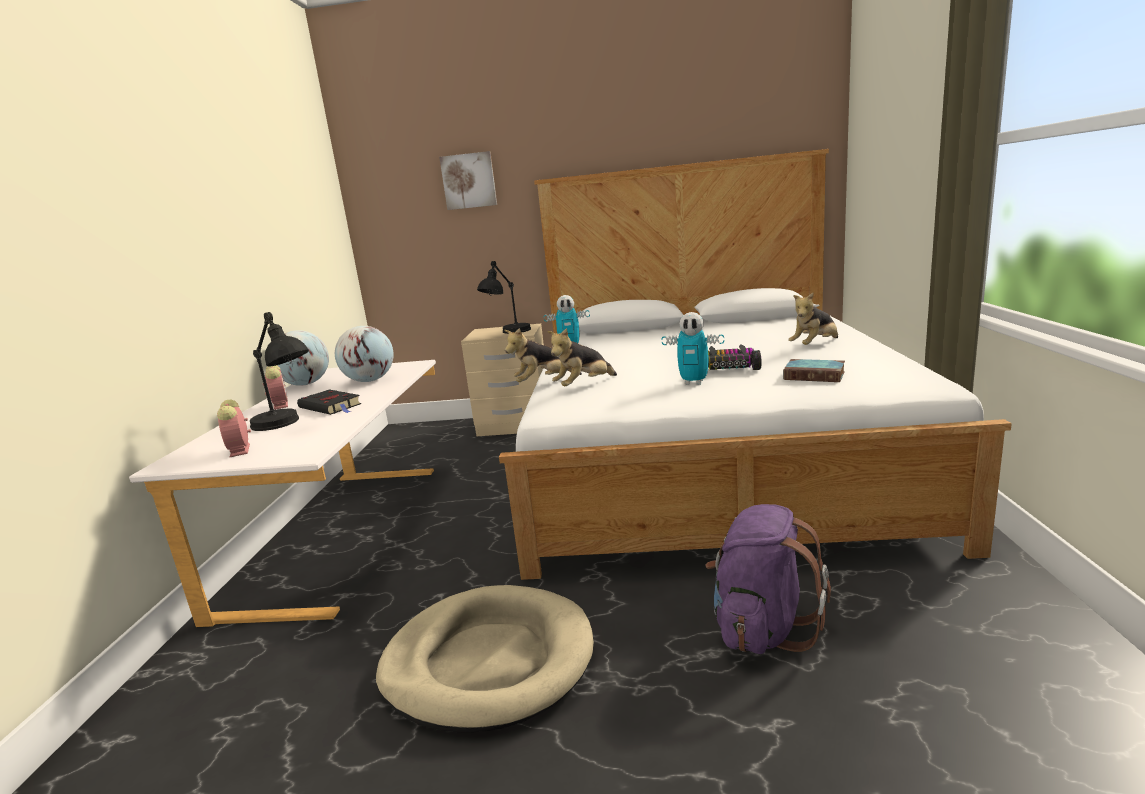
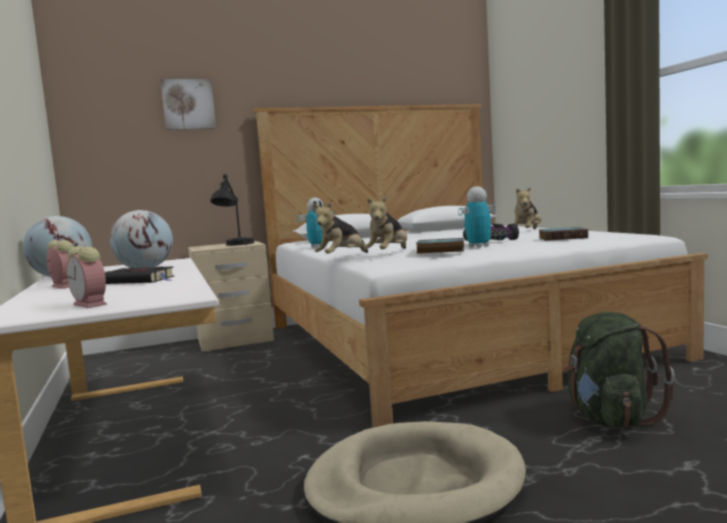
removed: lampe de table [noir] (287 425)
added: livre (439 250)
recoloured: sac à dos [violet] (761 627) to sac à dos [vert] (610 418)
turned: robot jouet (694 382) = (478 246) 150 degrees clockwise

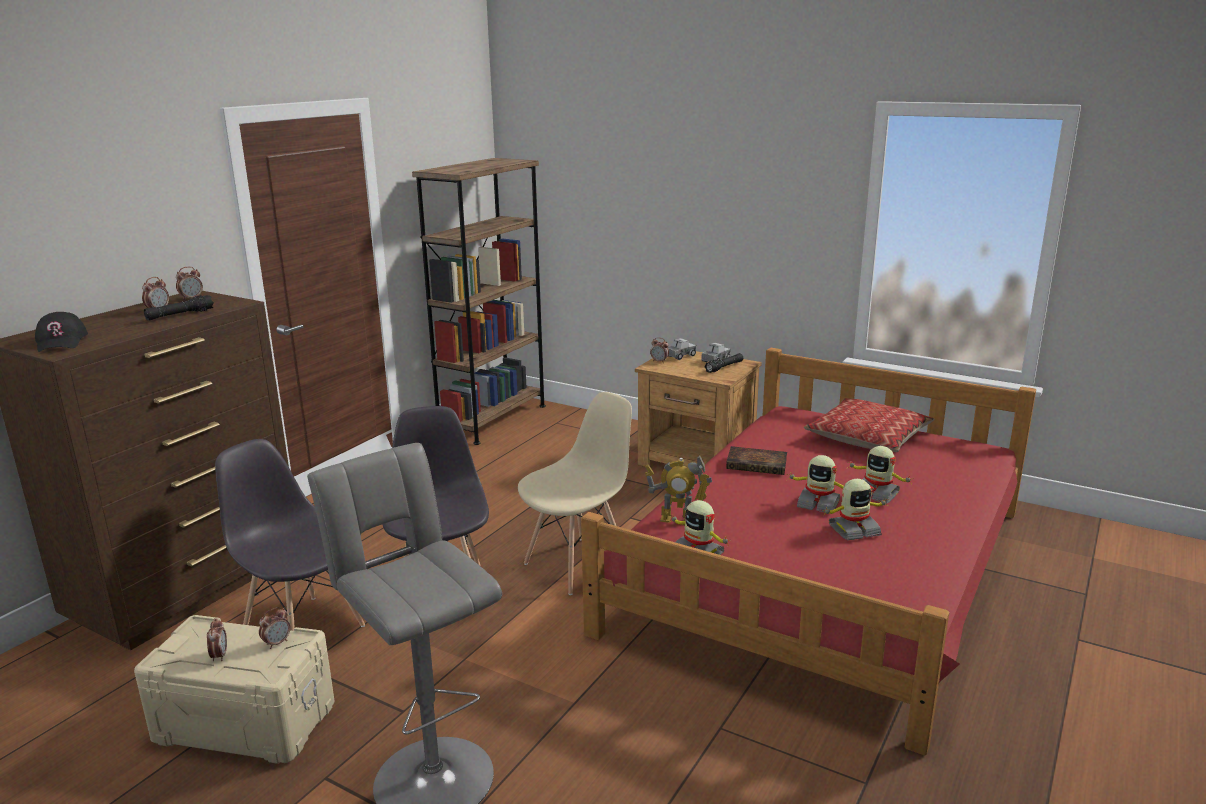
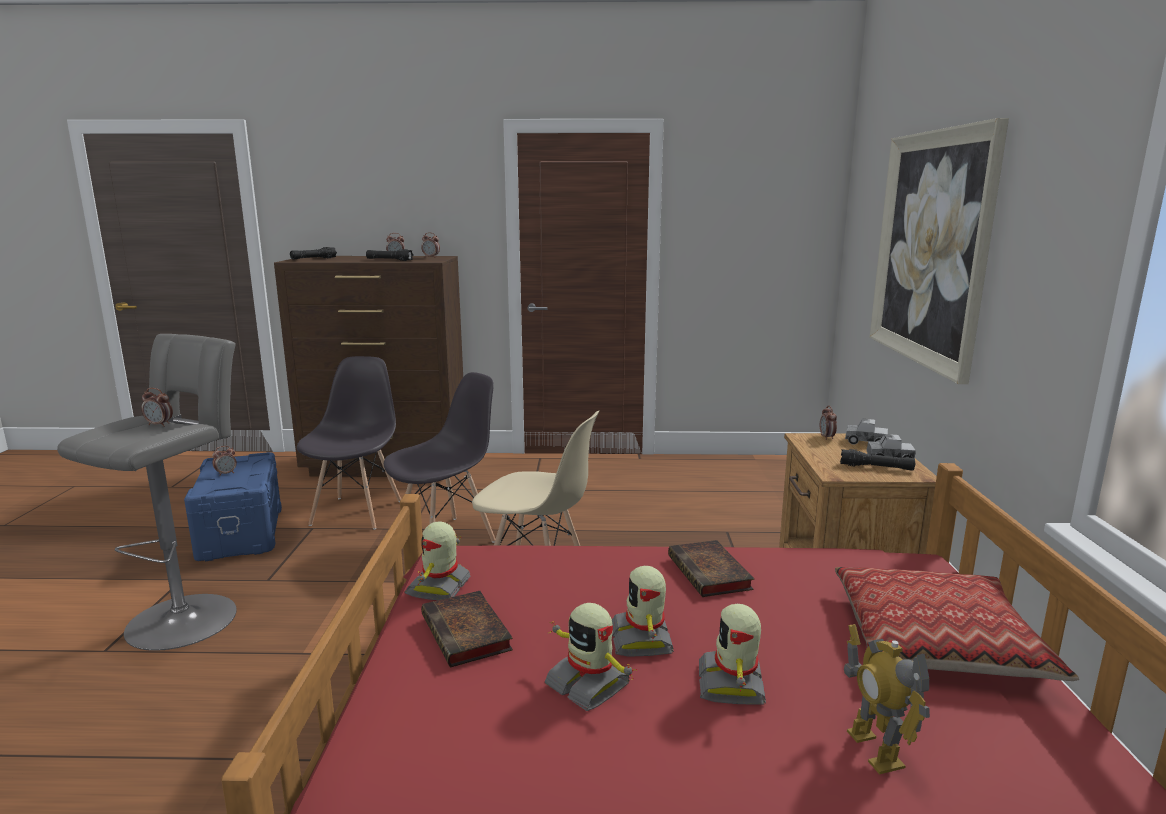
removed: bibliothèque [marron] (493 419)
added: livre (468 634); tableau (931 248)
moved: réveil (277 643) to (159 425); robot jouet (677 520) to (874 749)
replaced: casquette [noir] (61 341) to lampe de poche [noir] (313 259)
recoloured: boîte de rangement [beige] (246 721) to boîte de rangement [bleu] (242 533)

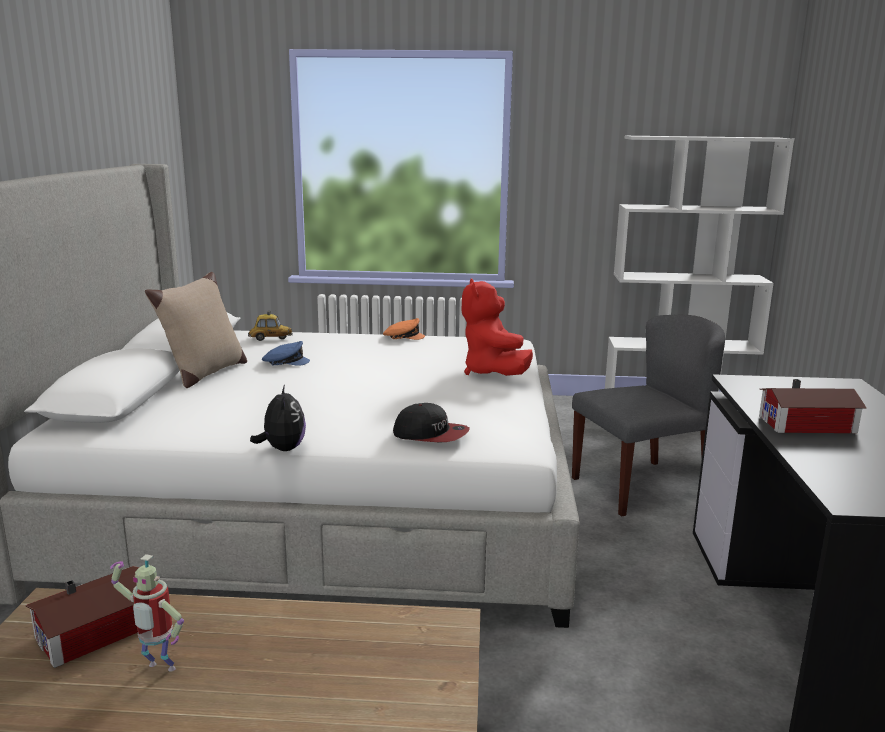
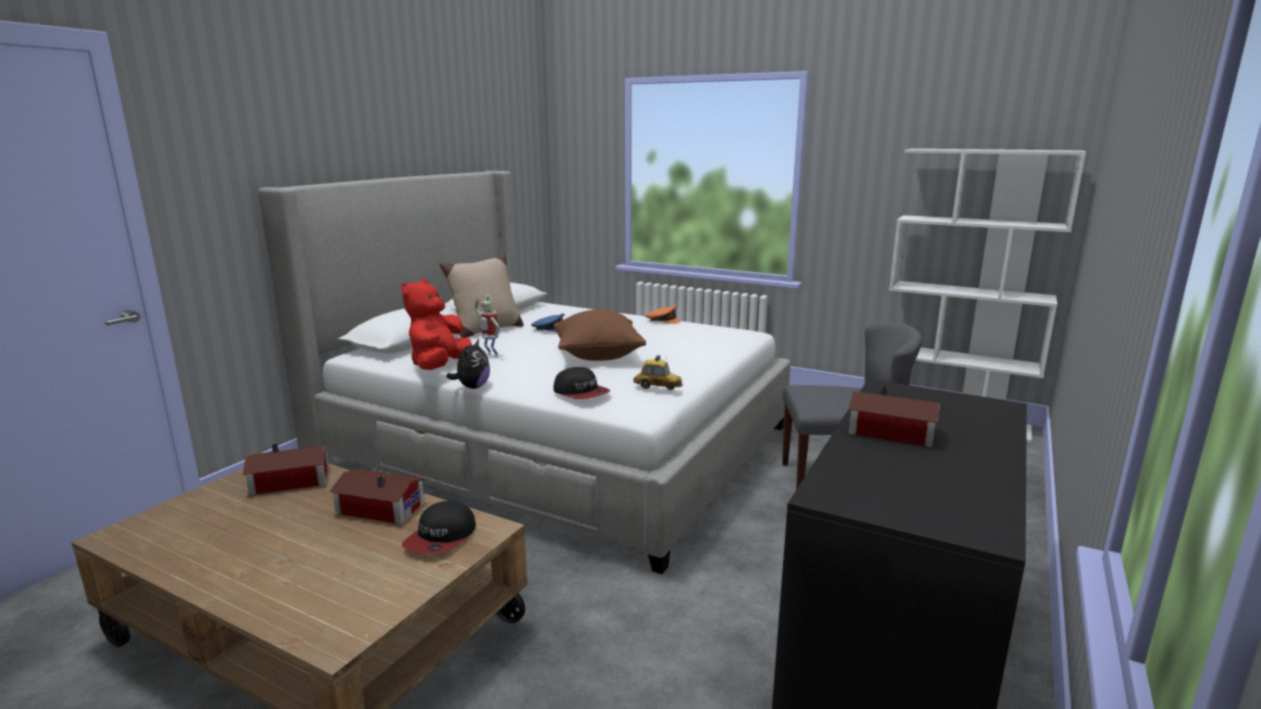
added: maison miniature (380 507); casquette (441 538); coussin [marron] (598 356)
moved: robot jouet (158 669) to (491 355); petite voiture (270 339) to (657 387); peluche [rouge] (493 373) to (440 366)

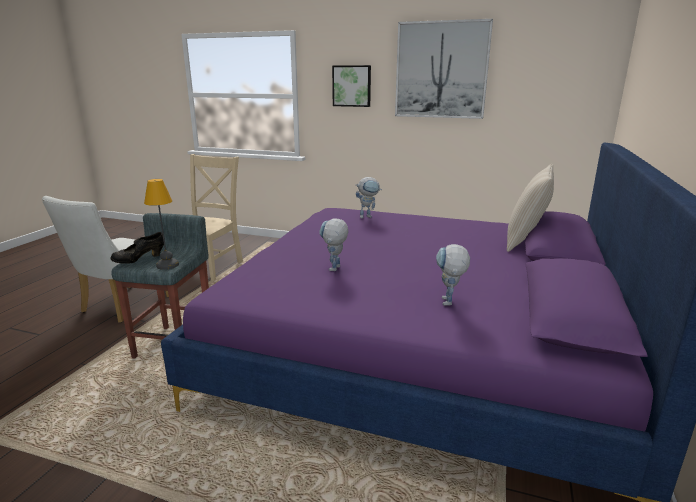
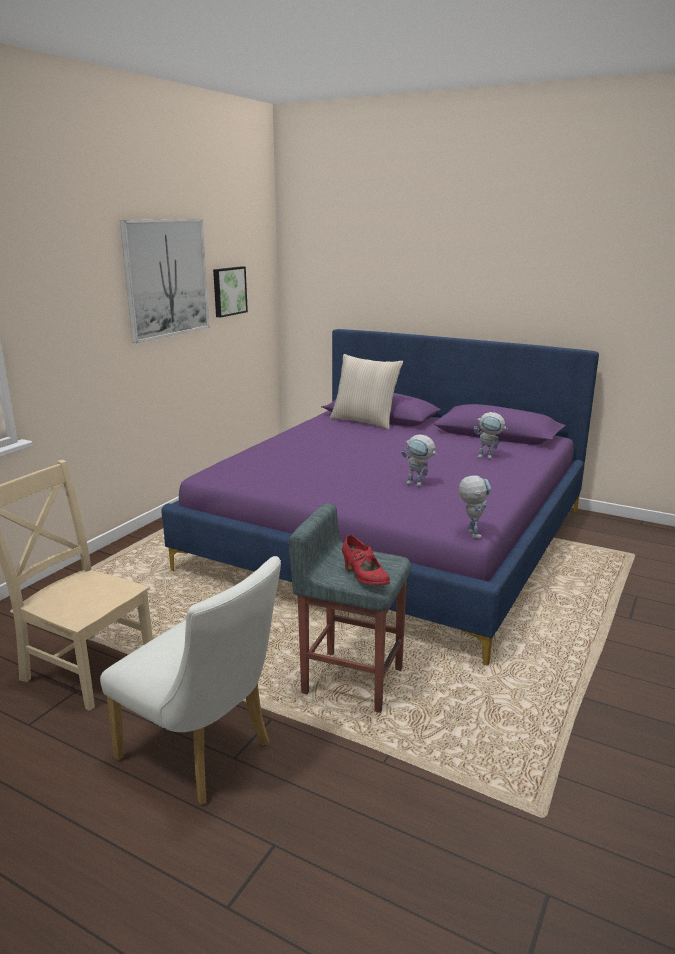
removed: lampe de table (167 265)
moved: tableau (352 86) to (228 291); robot jouet (368 216) to (471 532)
recoloured: chaussure [noir] (140 260) to chaussure [rouge] (364 578)

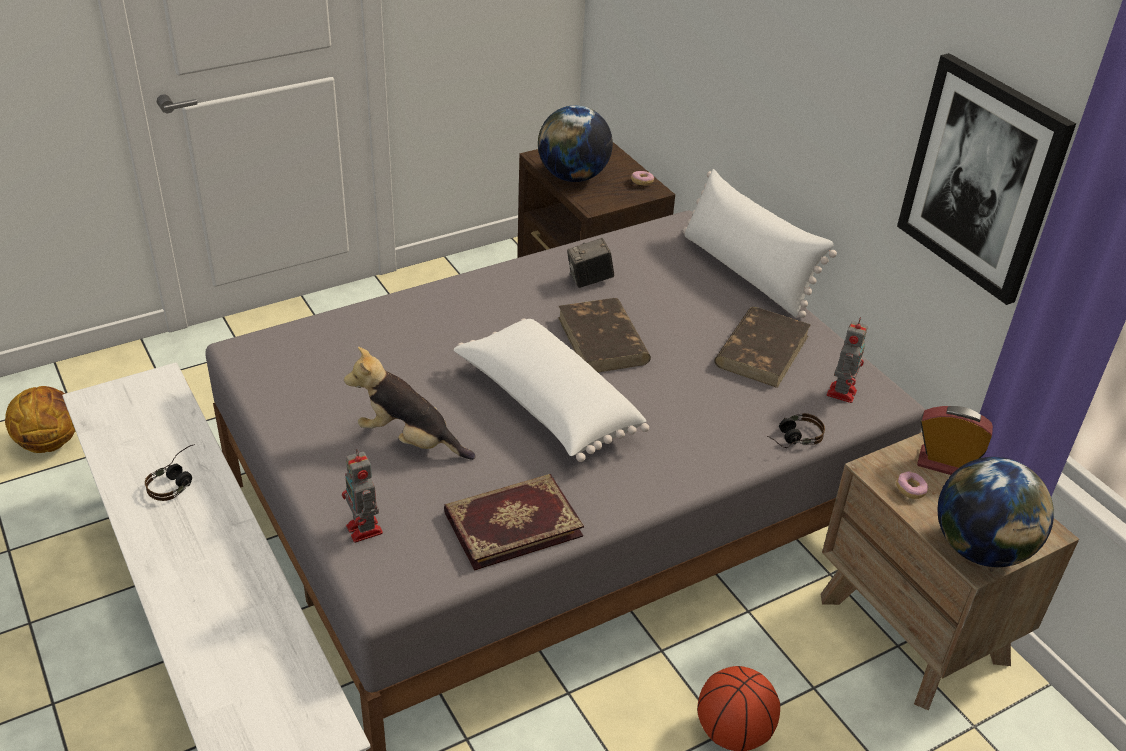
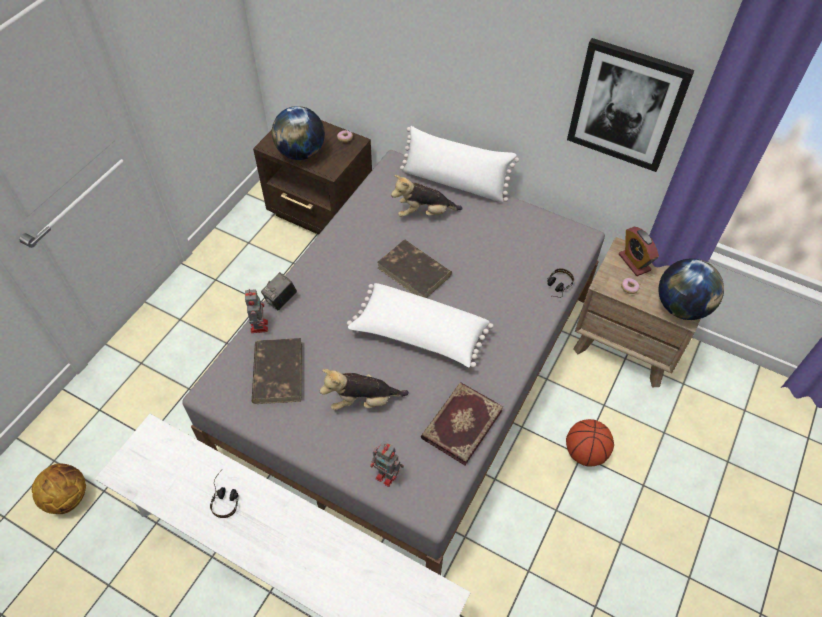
added: peluche (424 213)
moved: appareil photo (589 280) to (281 300); livre [marron] (762 350) to (278 372); robot jouet (842 392) to (259 325)
turned: réveil (946 464) = (634 262) 105 degrees counterclockwise

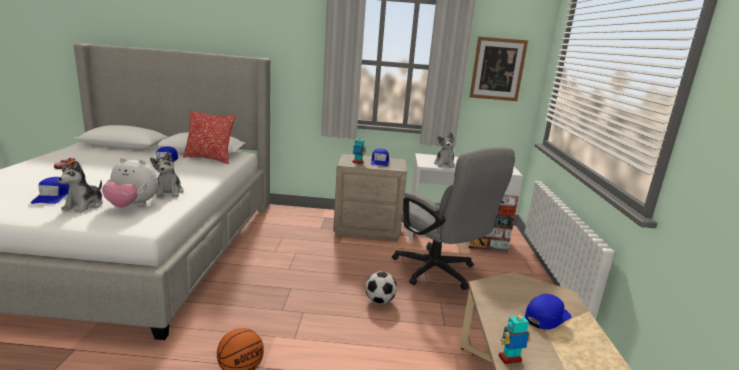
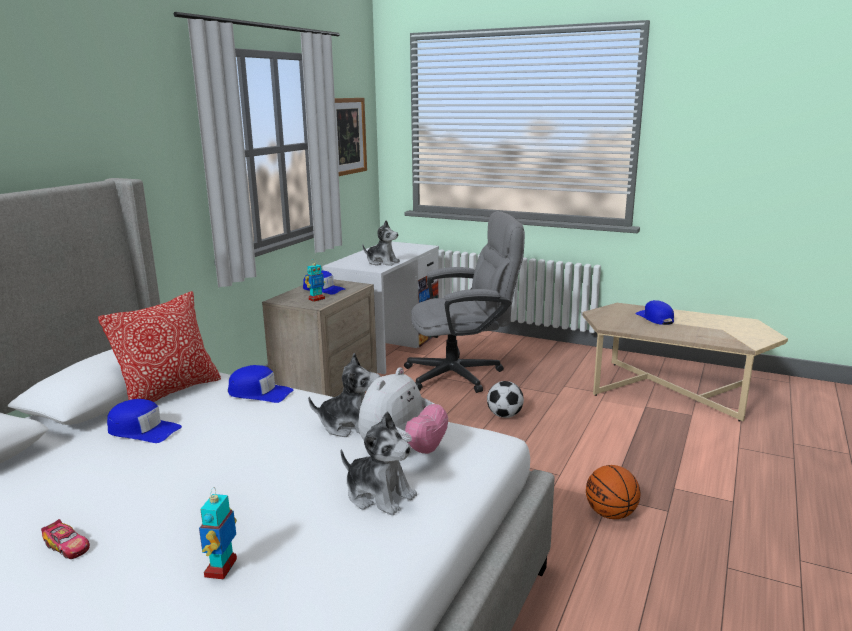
moved: casquette [bleu] (53 196) to (260 393); robot jouet (510 359) to (222 568)

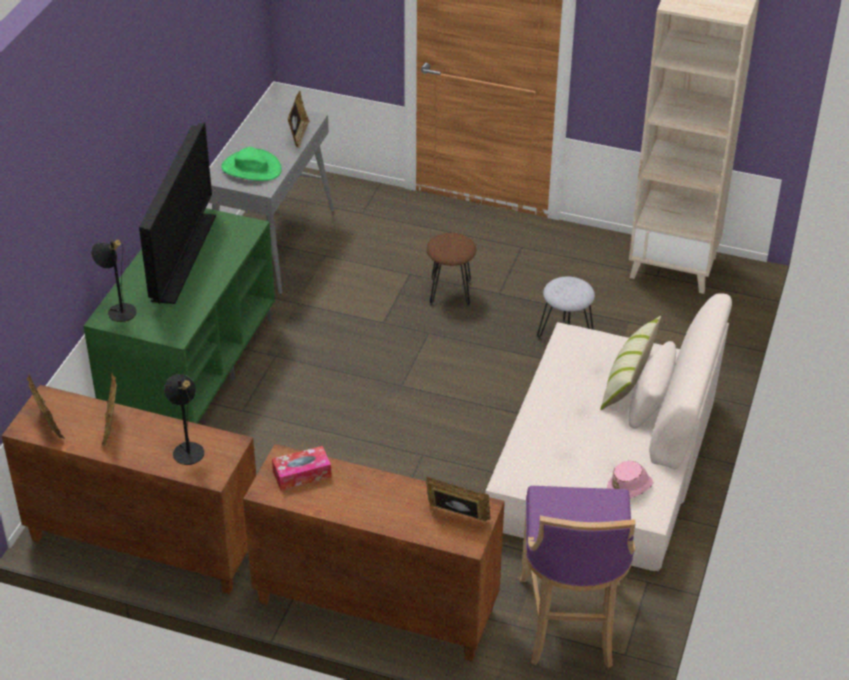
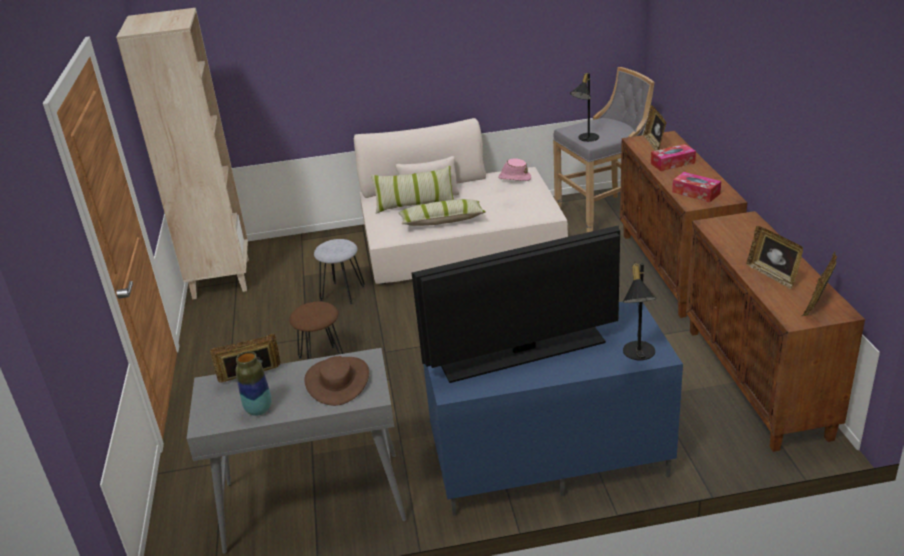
added: vase (259 410); coussin (442 221); boîte à mouchoirs (672 163)
moved: lampe de table [noir] (188 449) to (585 138)
recoloured: meuble télé [vert] (190 367) to meuble télé [bleu] (547 461); chapeau [vert] (251 168) to chapeau [marron] (338 381); tabouret [violet] (570 625) to tabouret [gris] (603 213)
turned: cadre photo (111 426) = (772 275) 90 degrees clockwise

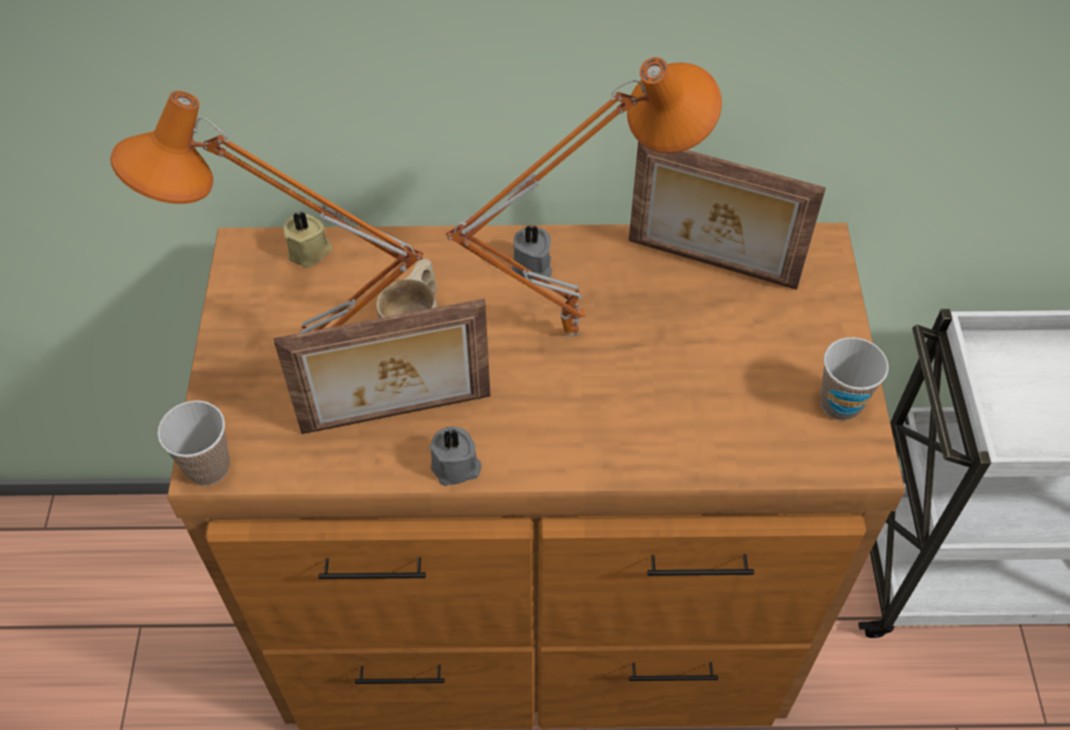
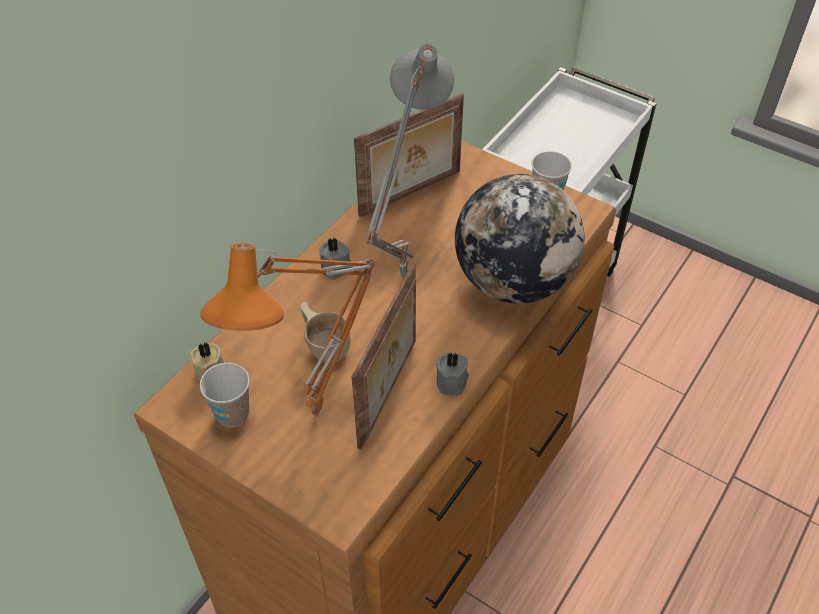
added: globe (513 282)
moved: tasse (208 467) to (232 414)
recoloured: lampe de table [orange] (570 330) to lampe de table [gris] (400 277)

